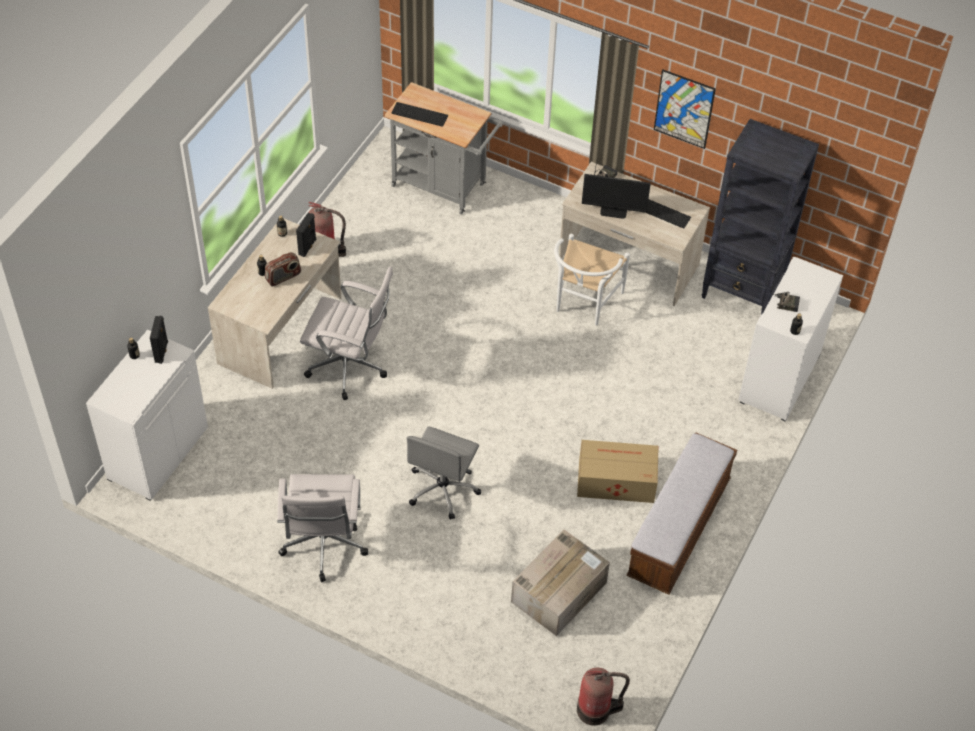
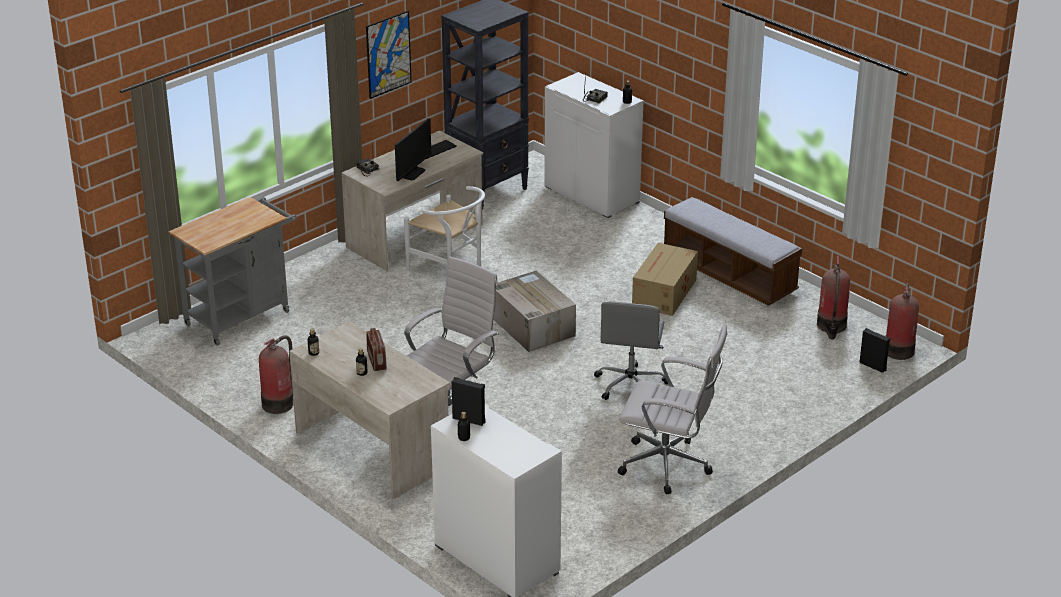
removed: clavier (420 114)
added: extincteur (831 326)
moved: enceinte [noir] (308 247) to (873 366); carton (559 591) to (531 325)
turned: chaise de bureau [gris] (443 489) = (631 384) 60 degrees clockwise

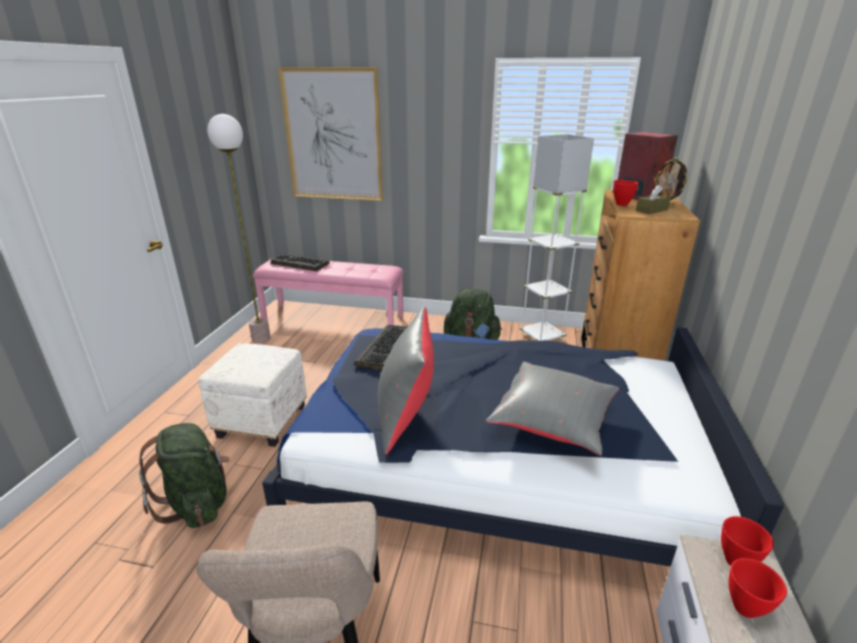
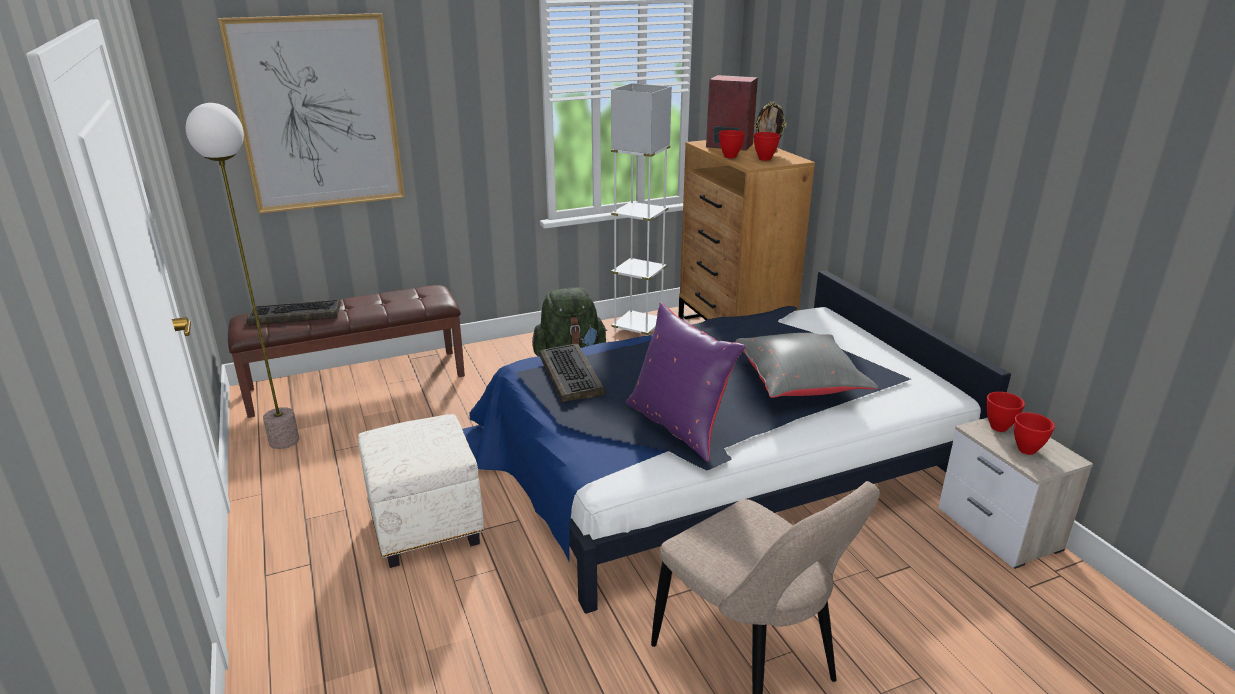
removed: sac à dos [vert] (197 503)
replaced: boîte à mouchoirs [marron] (651 210) to bol [rouge] (764 159)
recoloured: banc [rose] (333 317) to banc [marron] (357 381); coussin [gris] (406 416) to coussin [violet] (679 425)

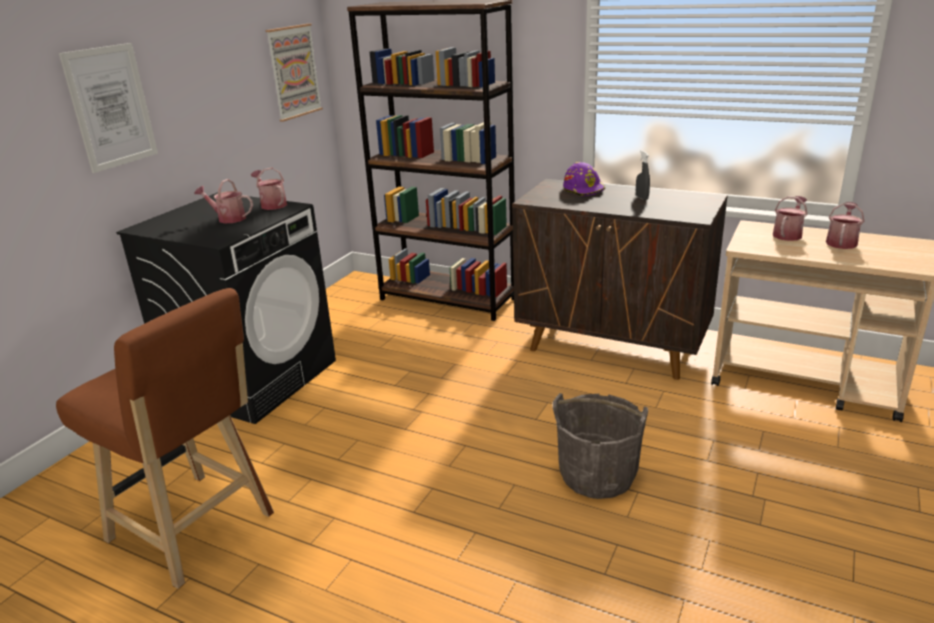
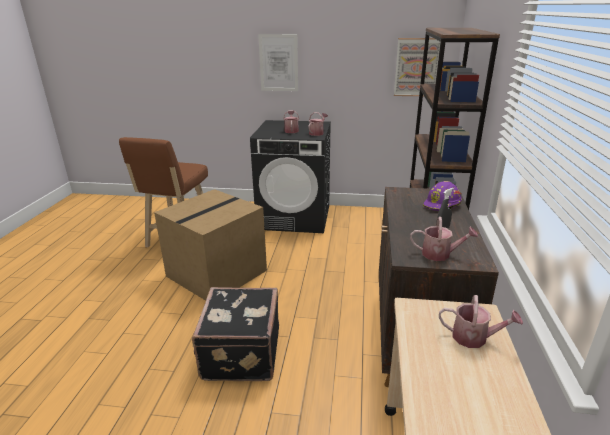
added: carton (216 274)
moved: arrosoir (842 242) to (440 254)
replaced: seau [gris] (597 475) to valise [noir] (240 353)

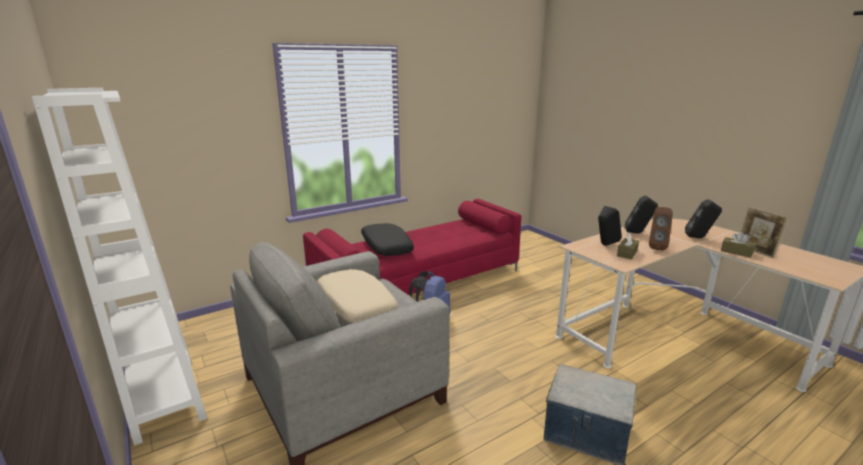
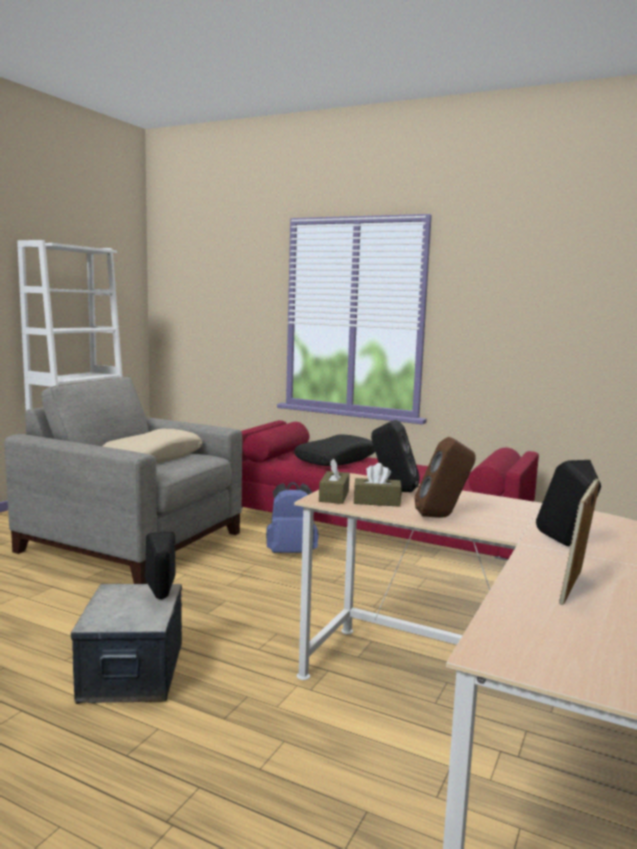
moved: enceinte [noir] (638 233) to (161 598); boîte à mouchoirs [marron] (736 252) to (334 496)

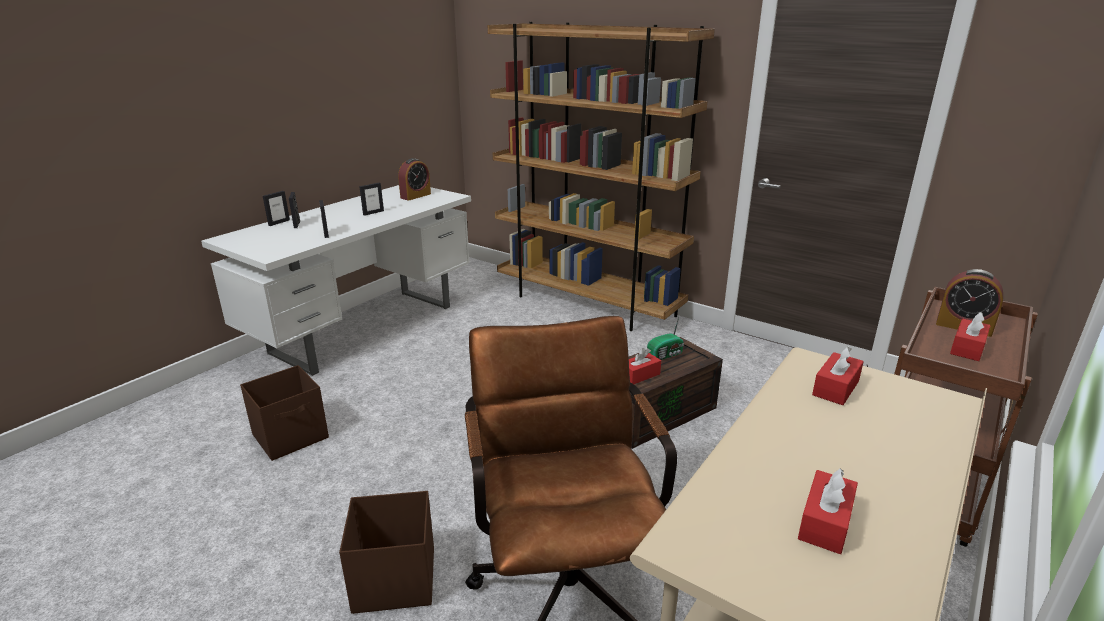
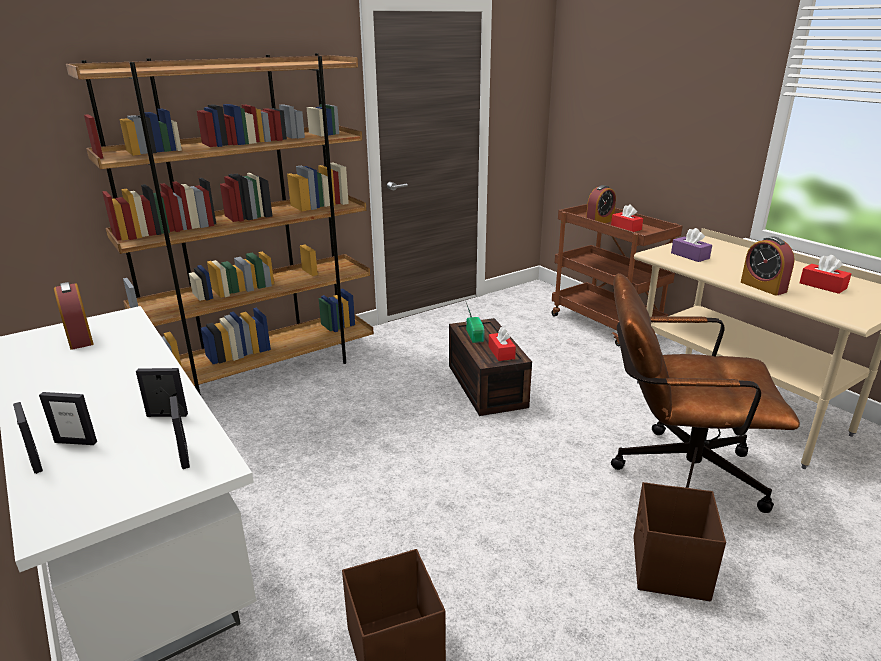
added: réveil (763 287)
moved: cadre photo (373 213) to (184 456)
recoloured: boîte à mouchoirs [rouge] (835 388) to boîte à mouchoirs [violet] (690 256)

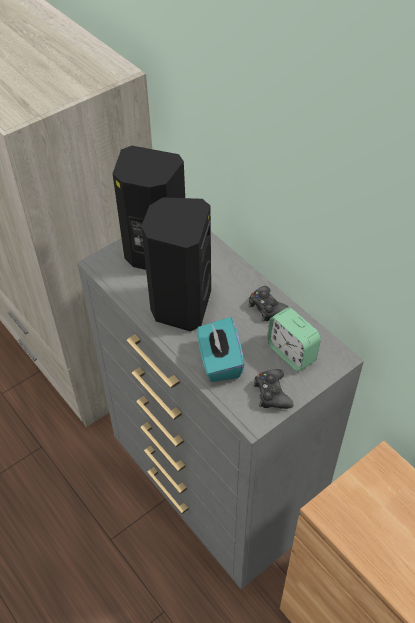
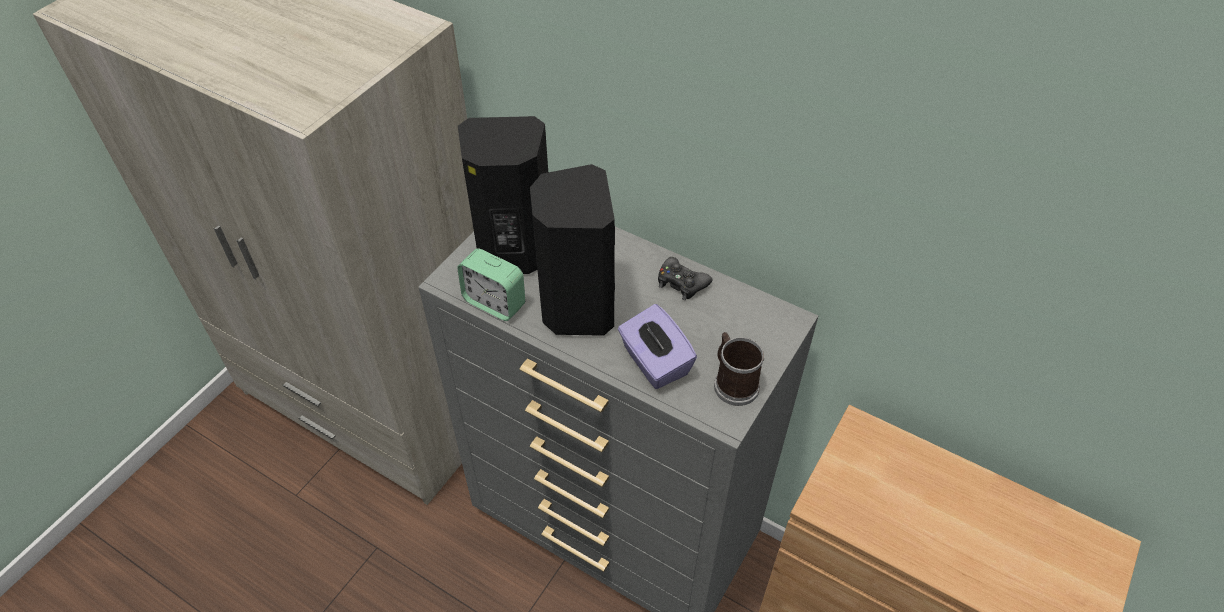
moved: réveil (291 353) to (494 303)
replaced: manette [noir] (272 393) to mug (733 383)
recoloured: boîte à mouchoirs [turquoise] (219 361) to boîte à mouchoirs [violet] (654 362)

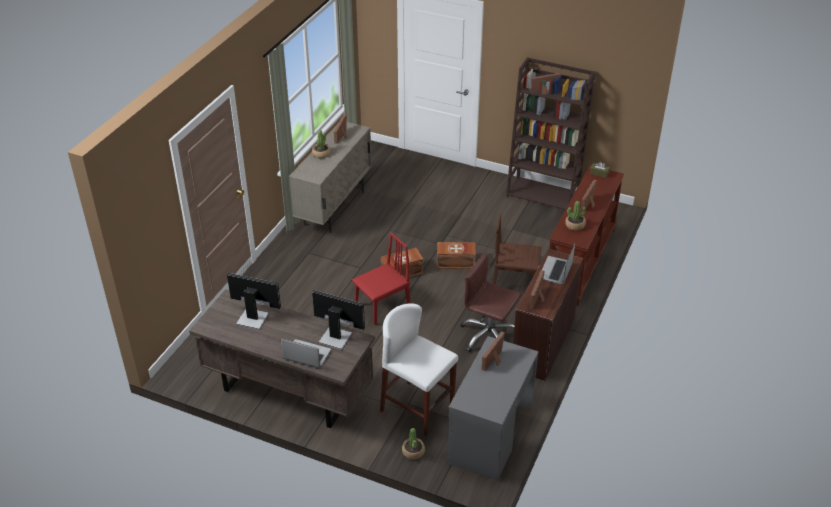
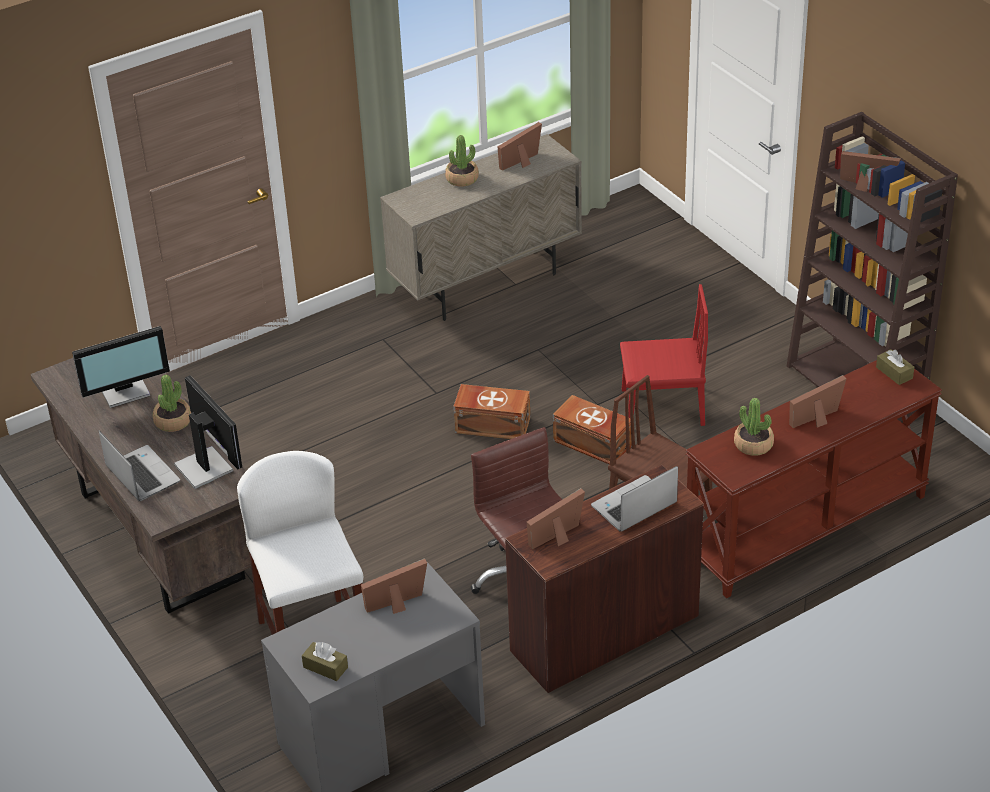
added: boîte à mouchoirs [marron] (325 667)
moved: chaise [rouge] (382 306) to (662 407); plante en pot (413 452) to (173 421)
turned: écran d'ordinateur (253 318) = (125 391) 105 degrees clockwise

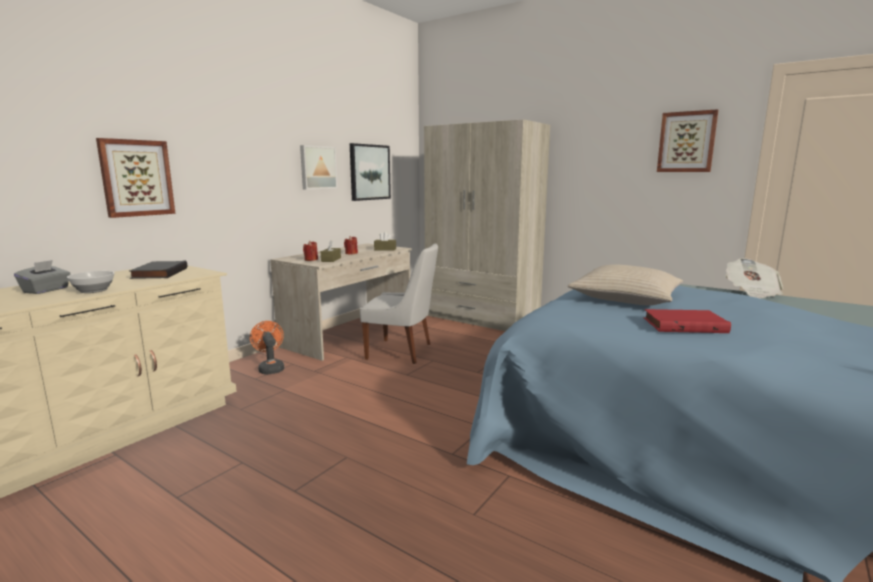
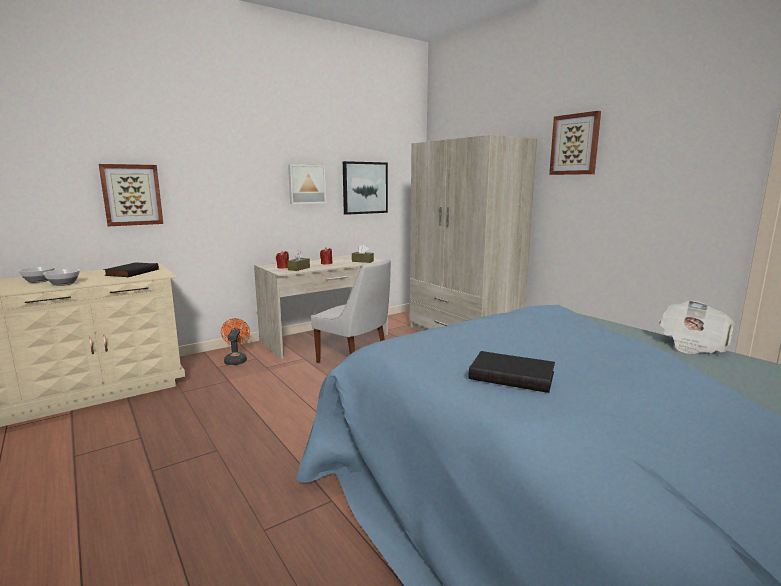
removed: coussin [beige] (625 297)
moved: tableau (686 142) to (575 144)
replaced: boîte à mouchoirs [gris] (46 290) to bol (39 281)
recoloured: livre [rouge] (684 325) to livre [noir] (512 375)

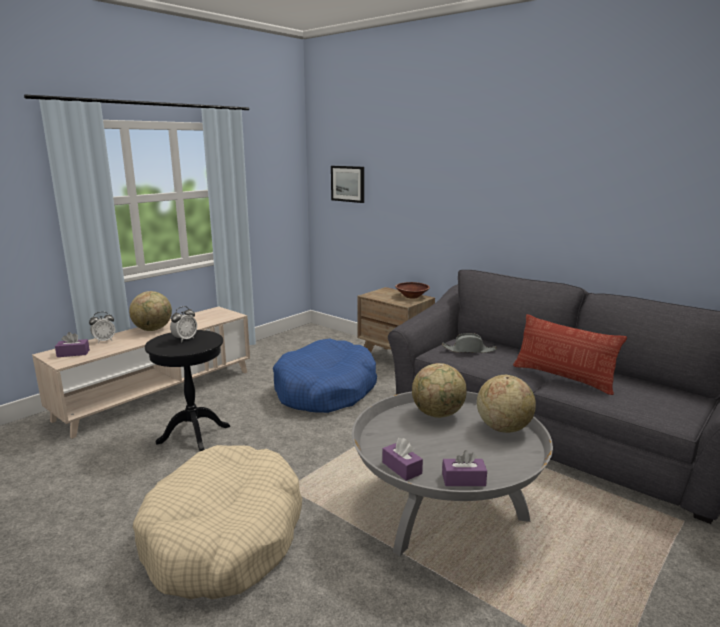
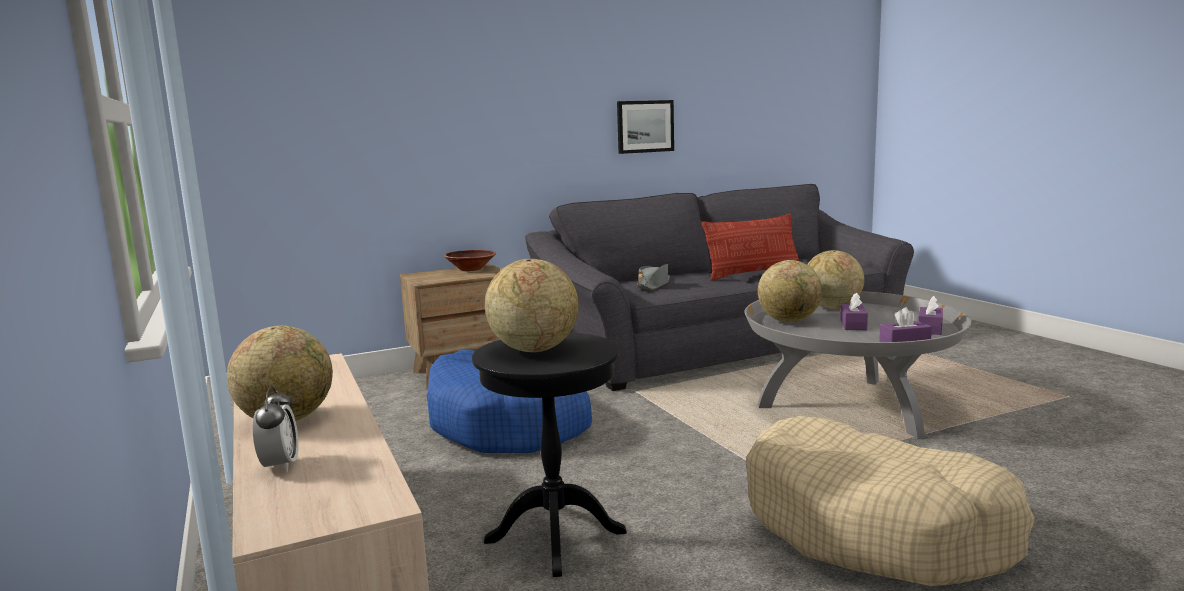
moved: boîte à mouchoirs [violet] (73 353) to (853 325); tableau (348 183) to (645 126)
replaced: réveil (185 339) to globe (533 350)

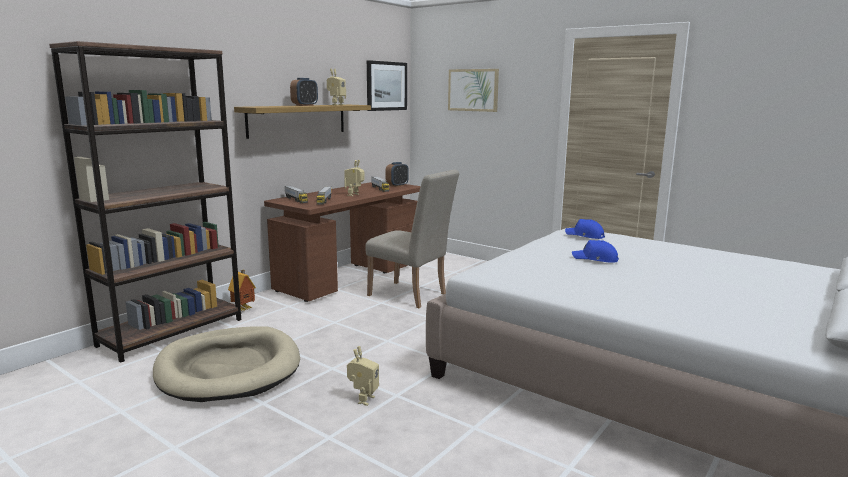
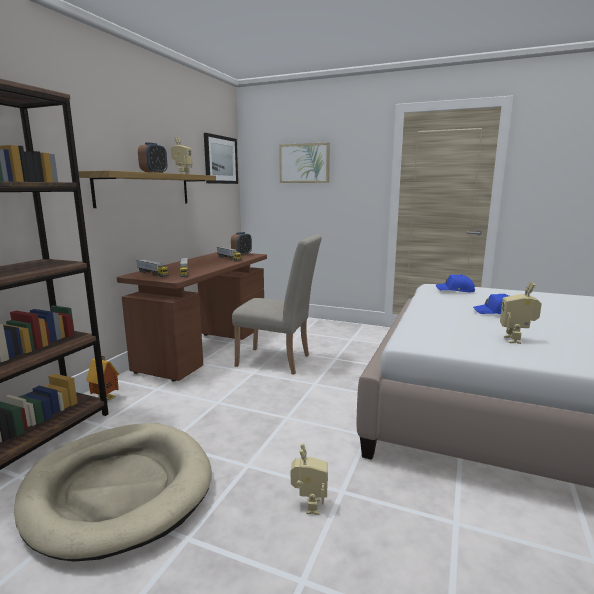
moved: robot jouet (354 195) to (516 340)

